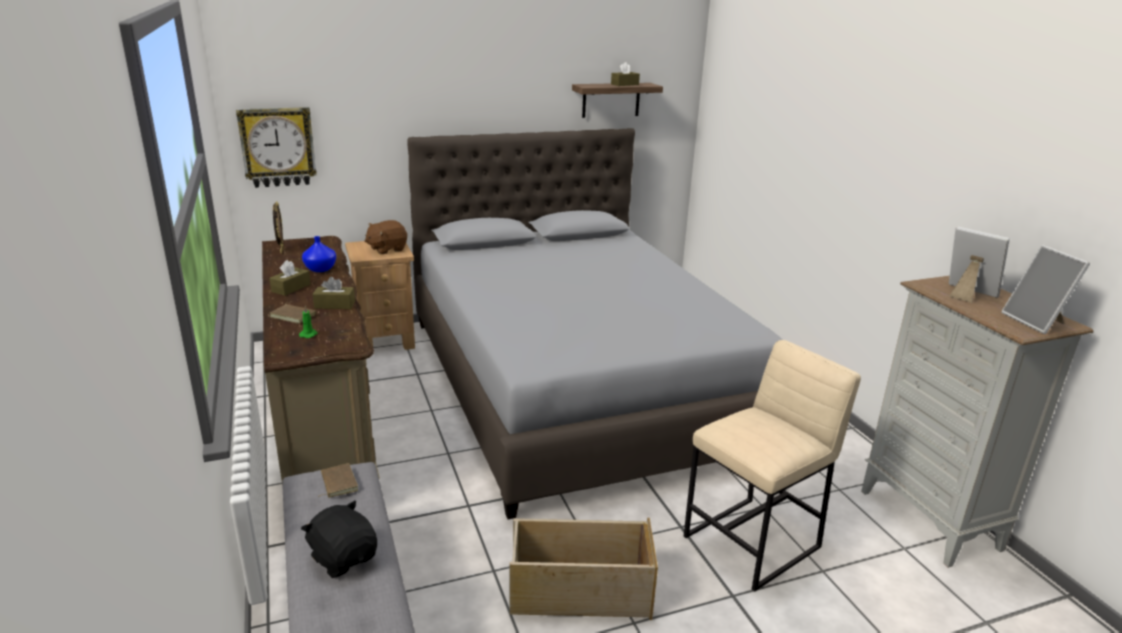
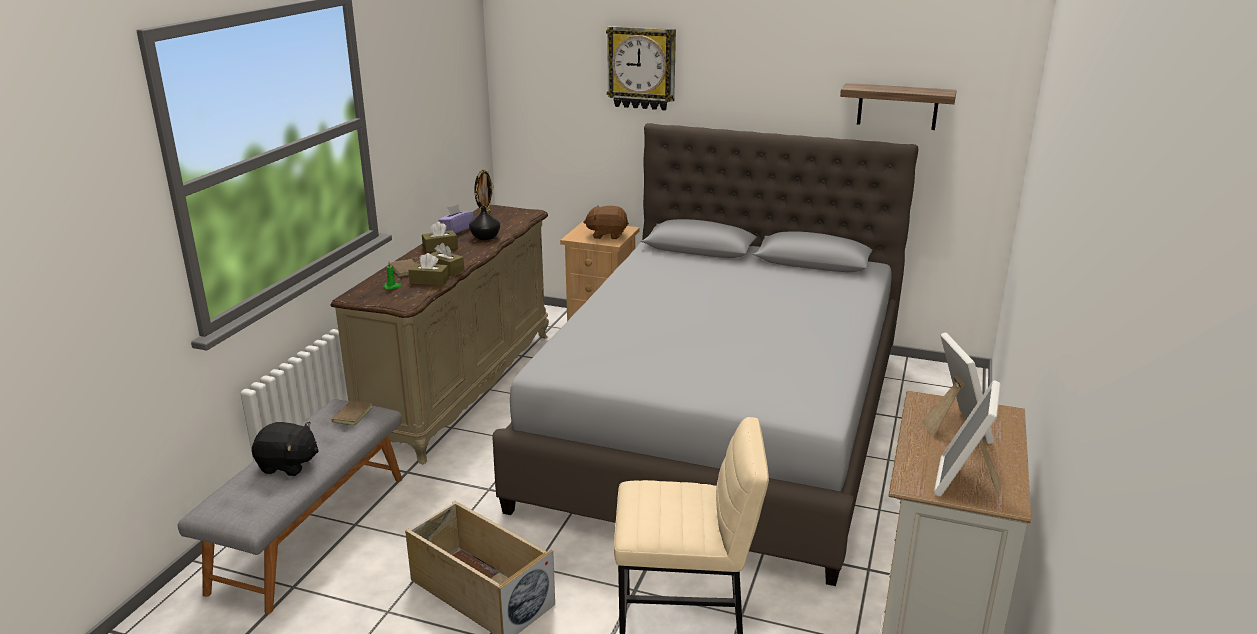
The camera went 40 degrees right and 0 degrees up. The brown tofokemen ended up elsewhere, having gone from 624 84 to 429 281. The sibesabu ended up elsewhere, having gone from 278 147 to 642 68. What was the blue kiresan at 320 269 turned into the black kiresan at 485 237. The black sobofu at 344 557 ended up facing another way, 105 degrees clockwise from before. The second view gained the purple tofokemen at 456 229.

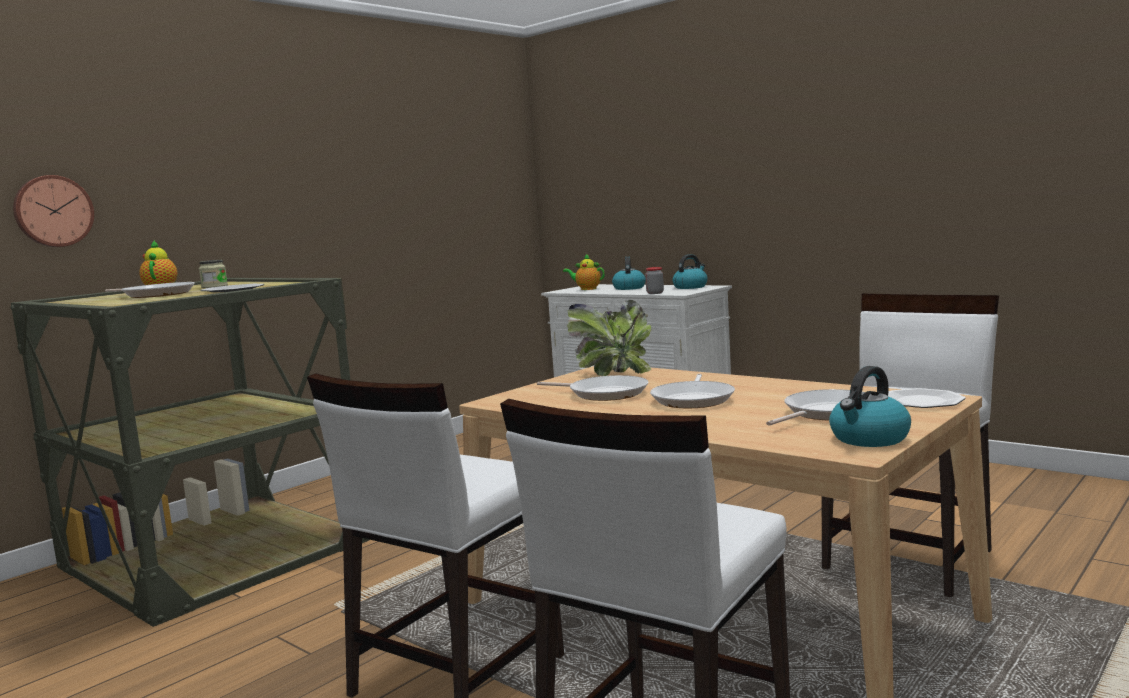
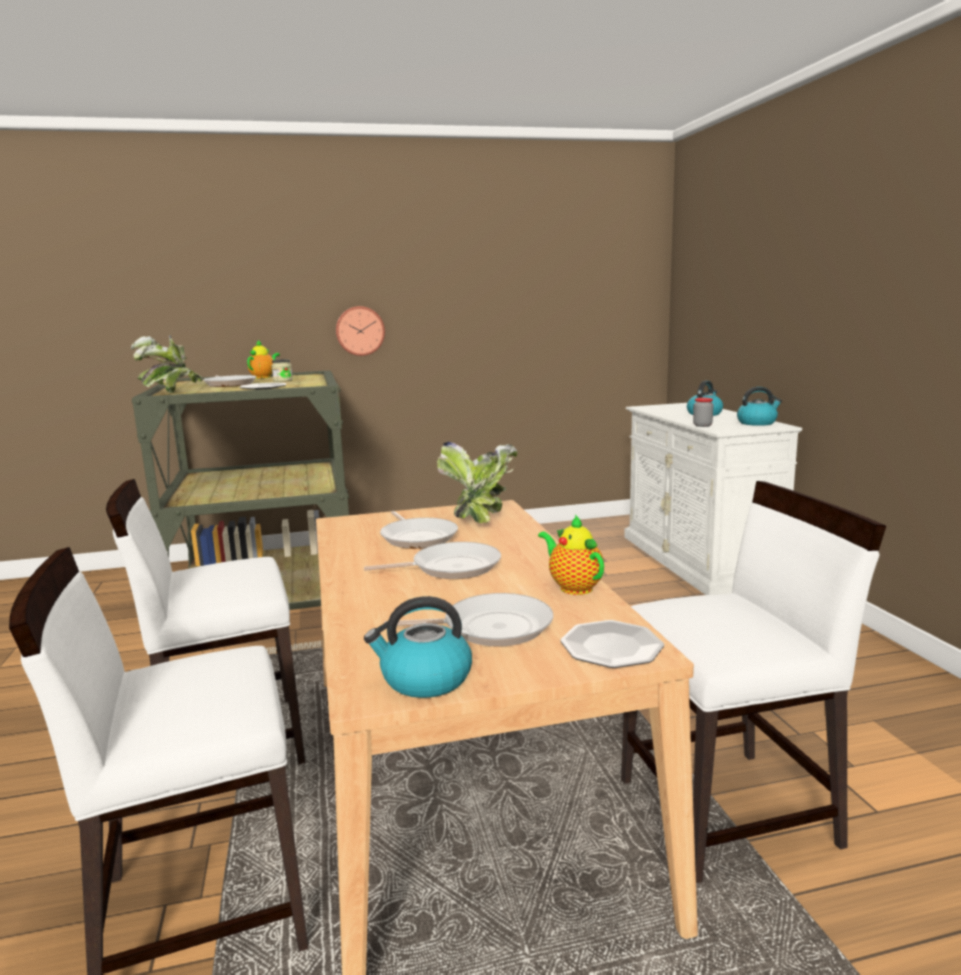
The camera went 35 degrees right and 5 degrees up. The sibesabu ended up elsewhere, having gone from 53 211 to 360 331. The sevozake ended up elsewhere, having gone from 586 289 to 573 587. The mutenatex at 693 399 ended up facing another way, 150 degrees counterclockwise from before. The second view gained the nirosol at 170 392.

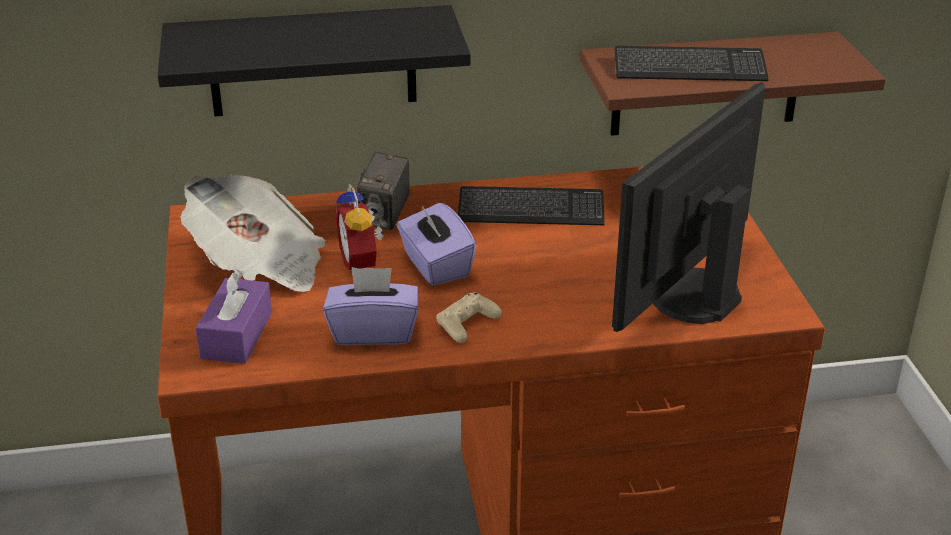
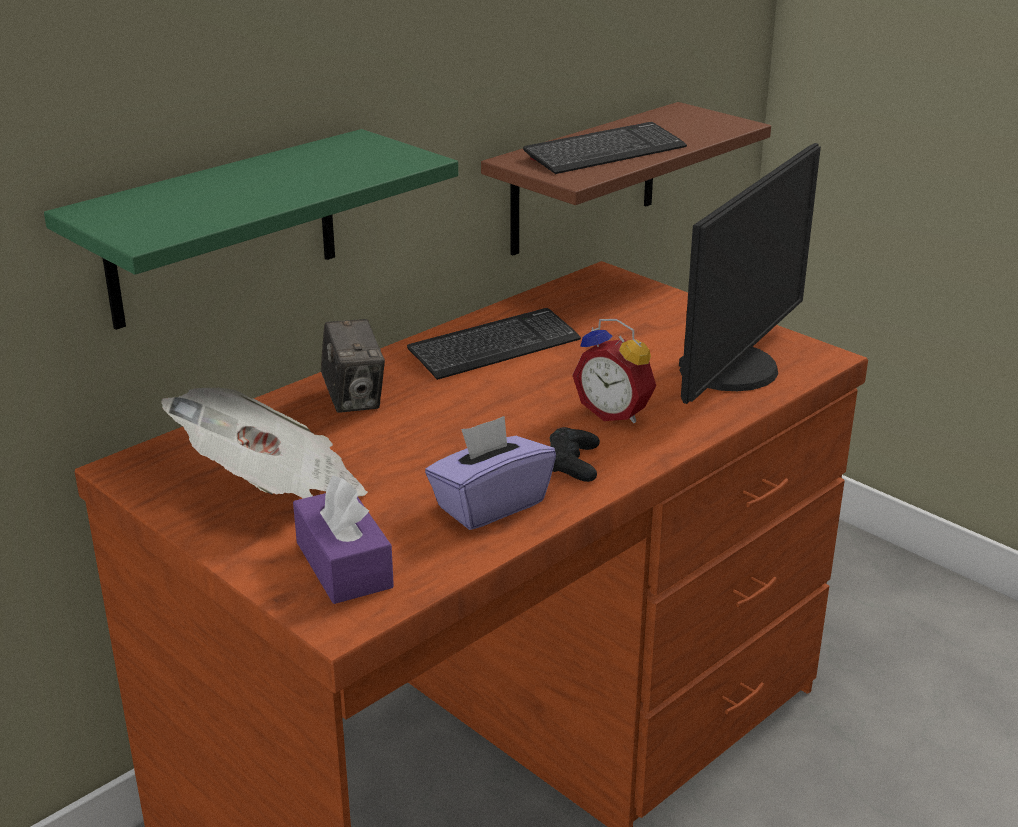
The camera went 35 degrees left and 5 degrees down. What was the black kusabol at 312 61 turned into the green kusabol at 223 229. The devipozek at 690 295 ended up facing another way, 150 degrees counterclockwise from before. The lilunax ended up elsewhere, having gone from 362 262 to 615 413. The second view lost the purple tofokemen at 435 265. What was the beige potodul at 467 324 turned into the black potodul at 572 463.

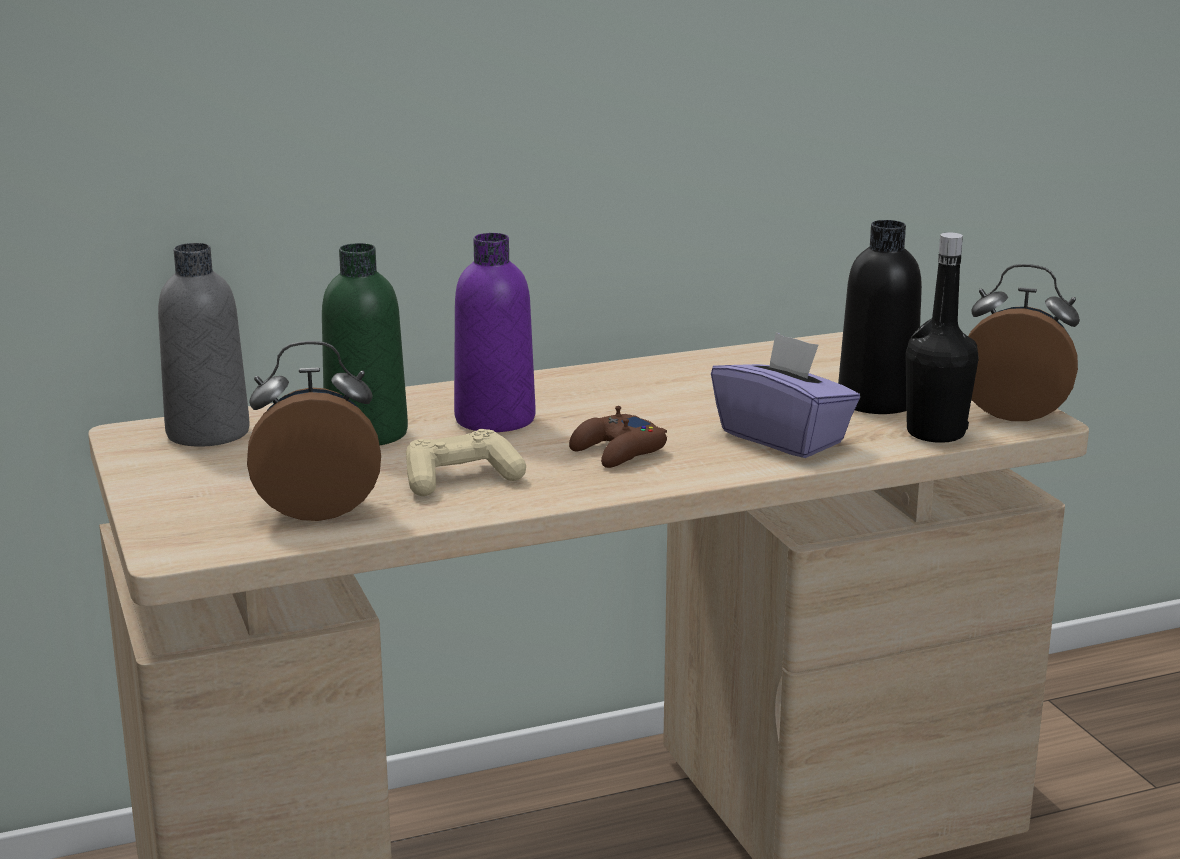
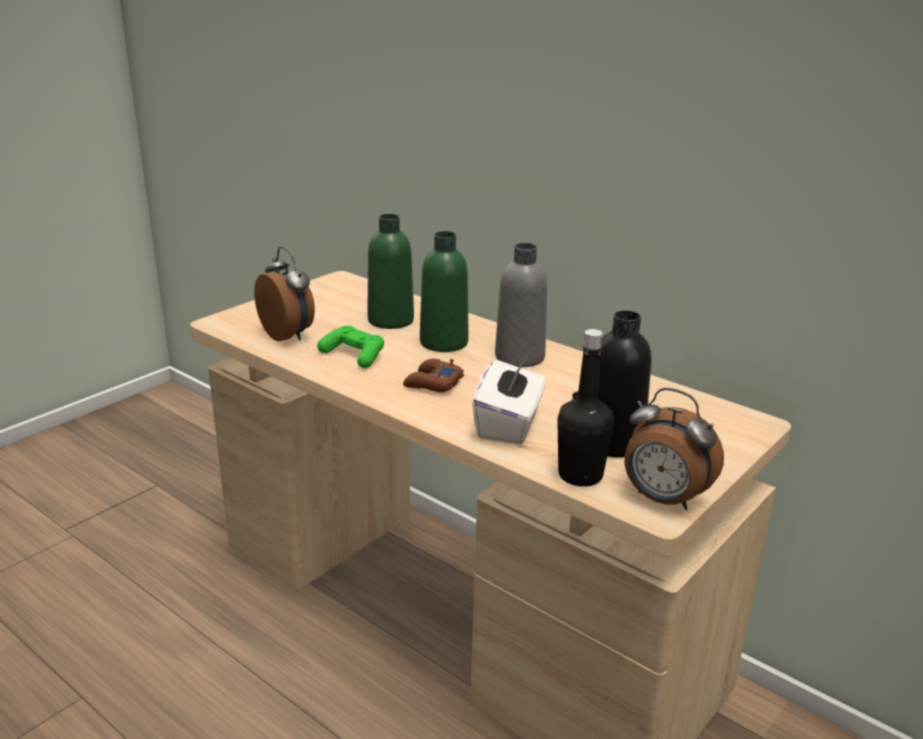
The camera went 60 degrees right and 5 degrees up. What was the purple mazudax at 495 419 turned into the green mazudax at 444 342. The grey mazudax ended up elsewhere, having gone from 208 433 to 519 357. The lilunax at 1015 412 ended up facing another way, 135 degrees clockwise from before. What was the purple tofokemen at 783 438 turned into the white tofokemen at 509 425. What was the beige potodul at 460 479 turned into the green potodul at 353 355.

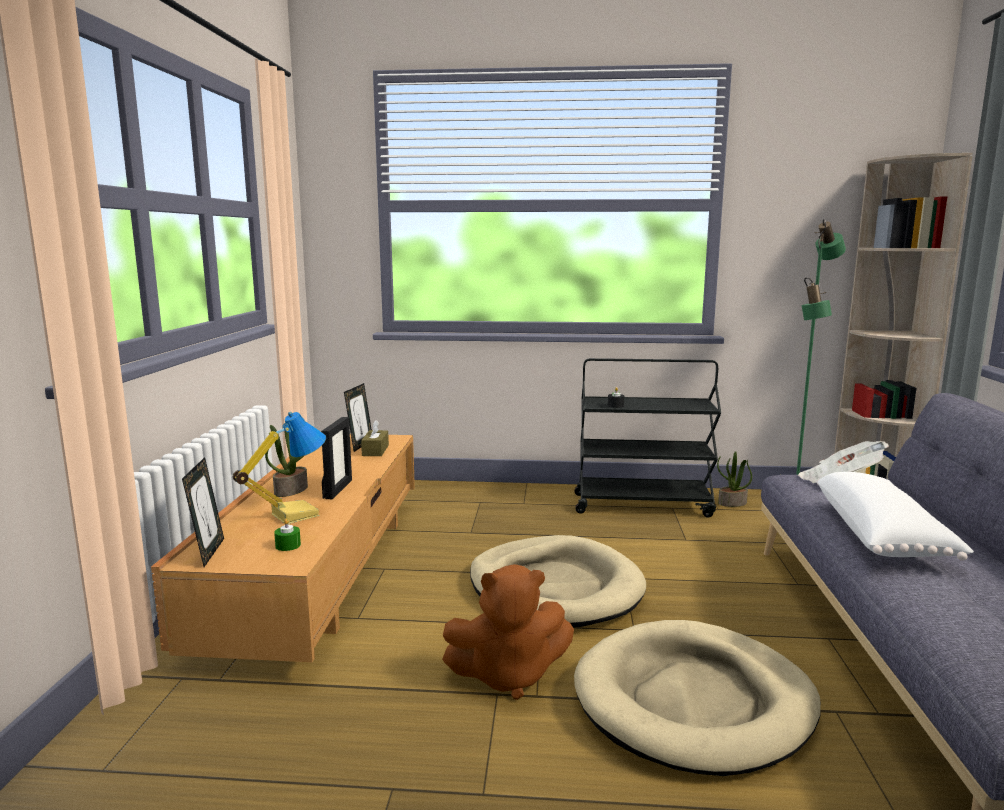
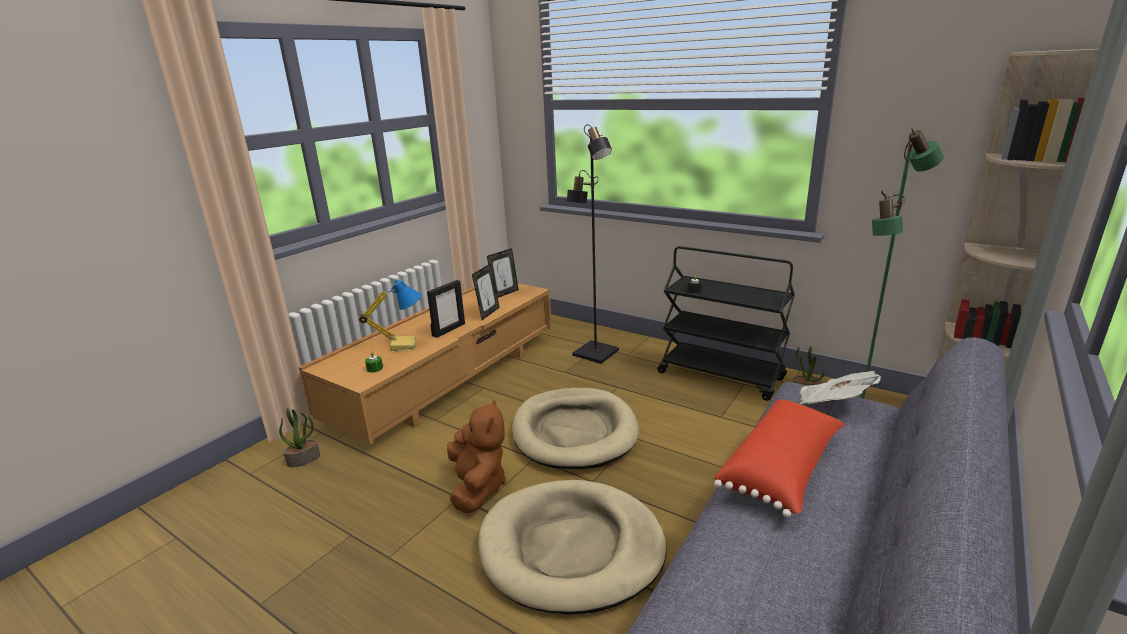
The camera went 30 degrees right and 10 degrees up. The second view lost the brown tofokemen at 375 450. The nirosol ended up elsewhere, having gone from 291 490 to 304 459. The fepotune ended up elsewhere, having gone from 208 552 to 488 313. What was the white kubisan at 881 536 turned into the red kubisan at 782 469. The brown sobofu at 508 675 ended up facing another way, 120 degrees counterclockwise from before. The second view gained the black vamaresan at 595 353.

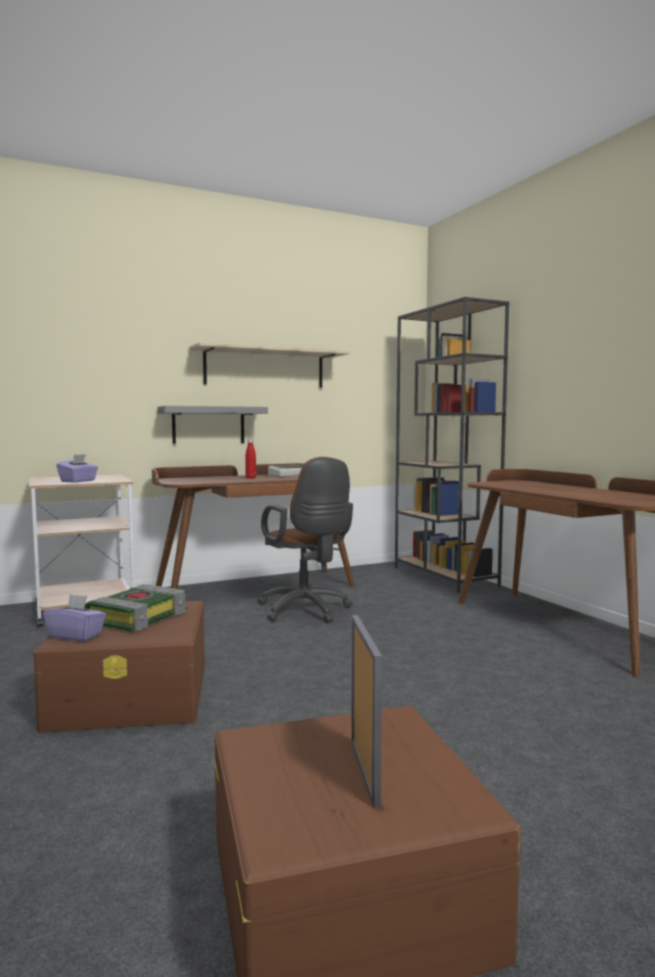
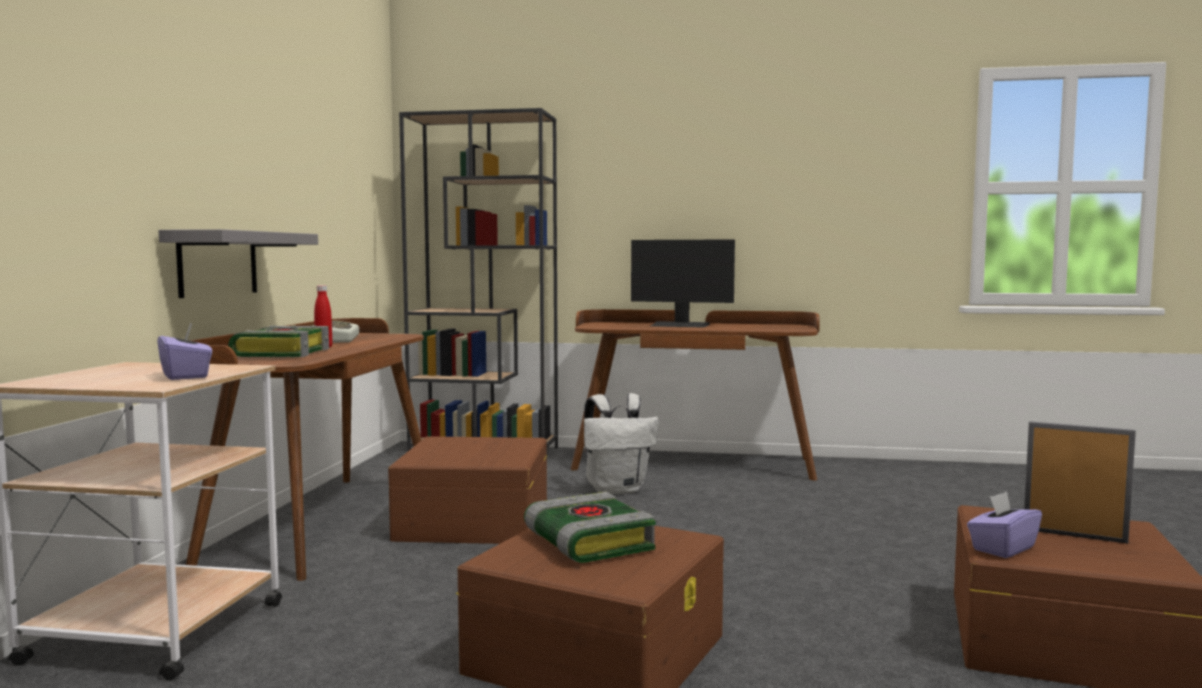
The camera went 55 degrees left and 0 degrees up. The second view lost the kusabol at 265 368. Where the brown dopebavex stood at 306 611, the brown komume came to stand at 473 521. The purple tofokemen ended up elsewhere, having gone from 76 635 to 1002 548. The second view gained the devipozek at 680 325. The second view gained the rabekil at 281 353. The second view gained the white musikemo at 617 489.

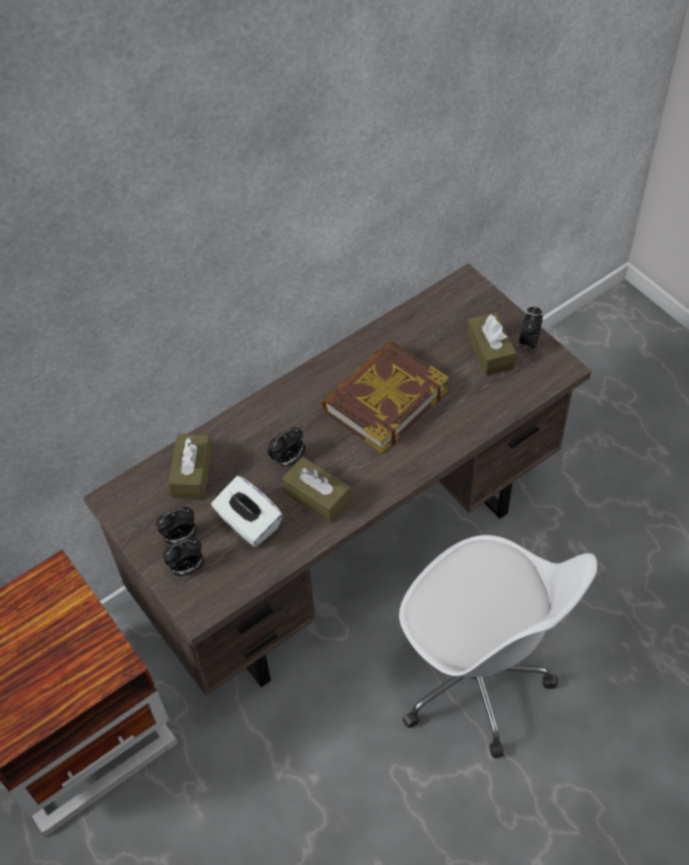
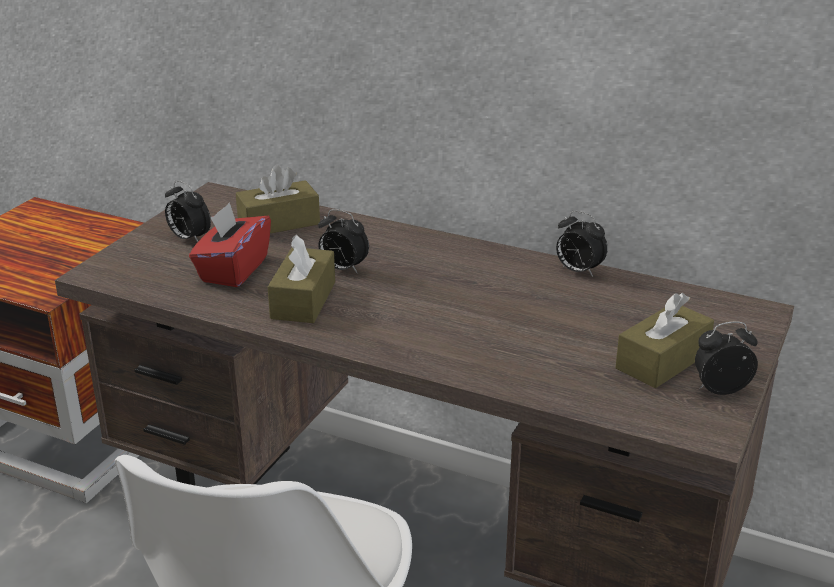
The camera went 60 degrees right and 25 degrees down. The second view lost the rabekil at 384 400. What was the white tofokemen at 248 524 turned into the red tofokemen at 233 270. The lilunax ended up elsewhere, having gone from 187 568 to 578 271.

